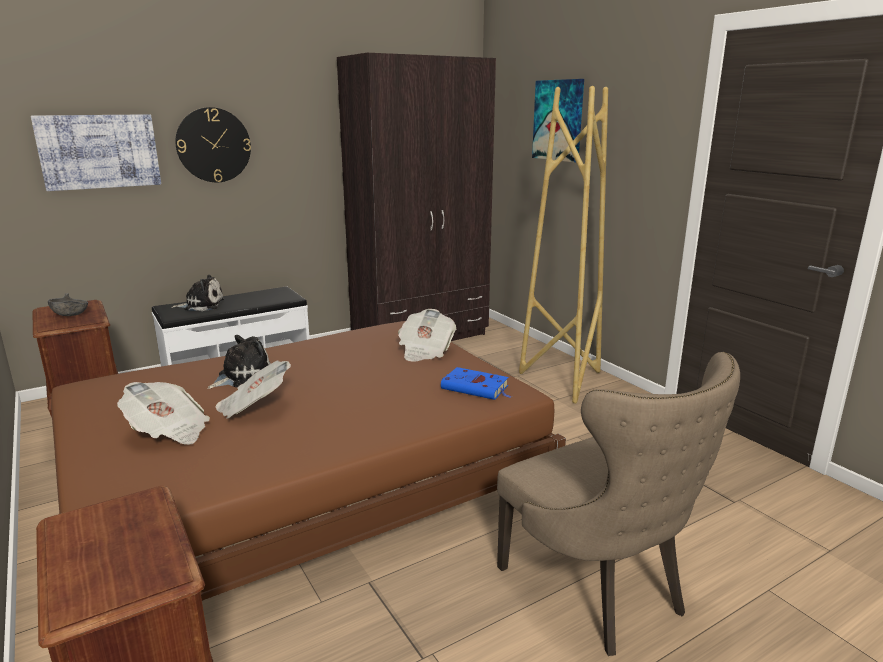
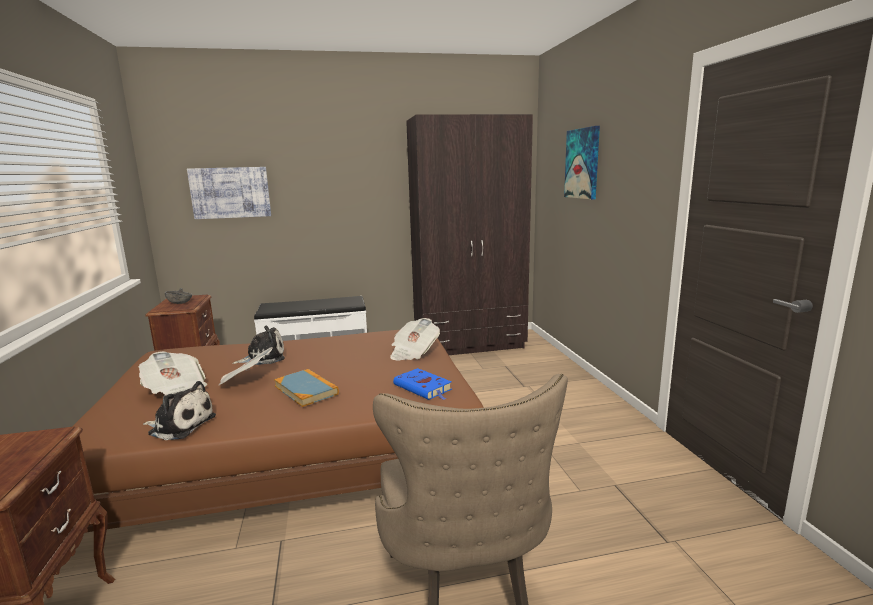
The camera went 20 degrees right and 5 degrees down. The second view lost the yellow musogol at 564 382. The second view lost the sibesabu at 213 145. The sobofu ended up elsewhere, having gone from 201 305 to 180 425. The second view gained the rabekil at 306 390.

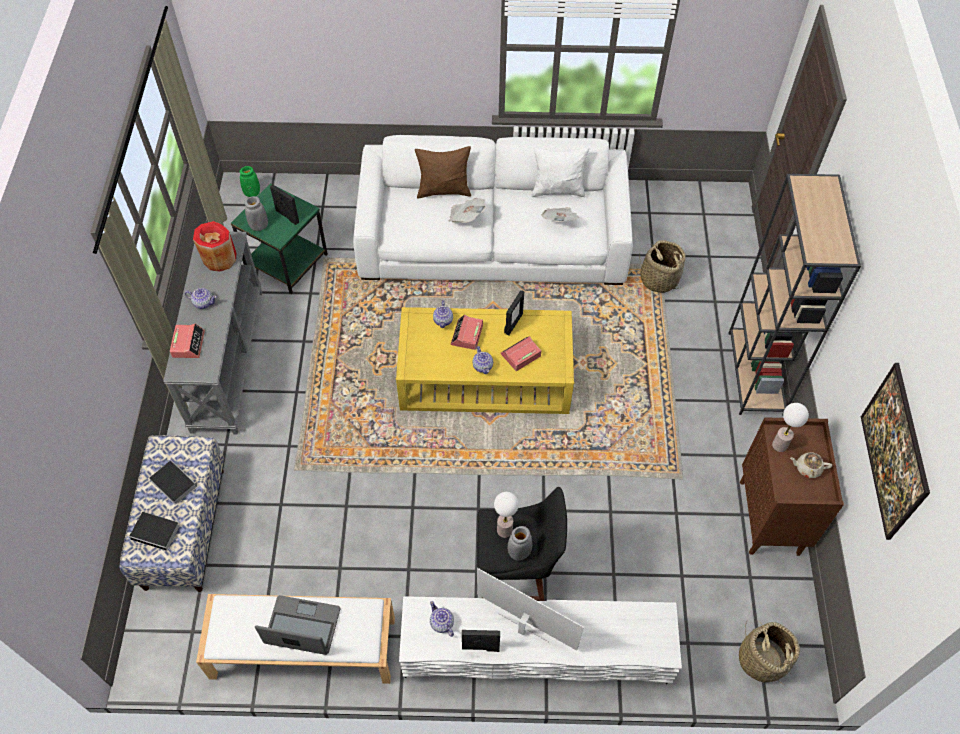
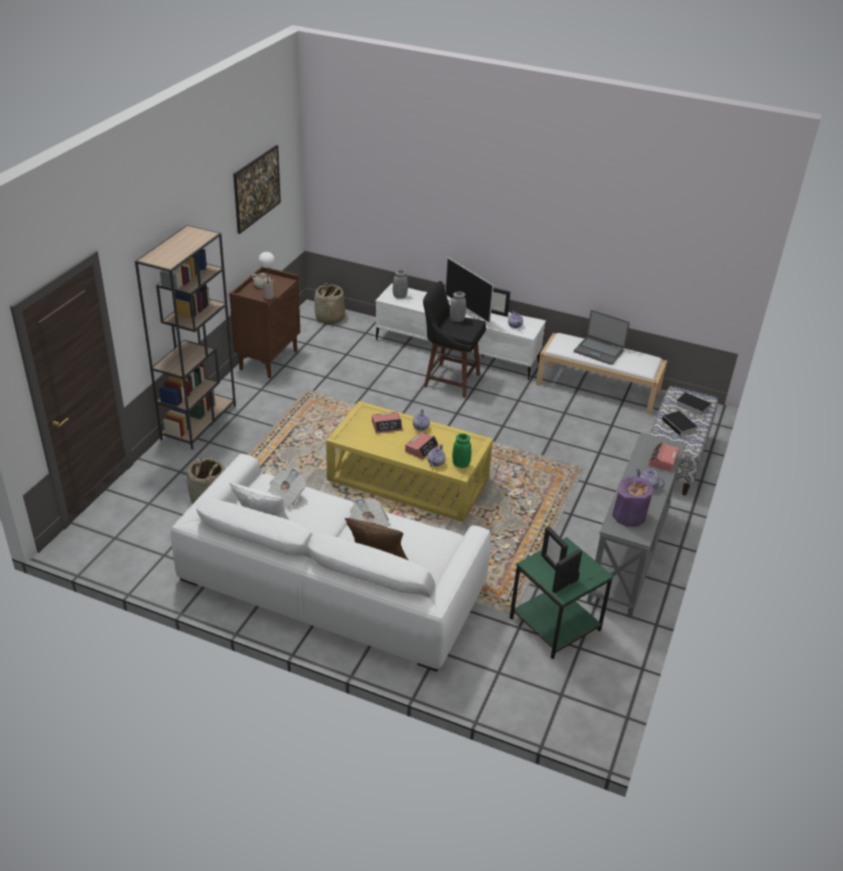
The camera went 160 degrees left and 20 degrees down. The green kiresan ended up elsewhere, having gone from 252 193 to 460 464. The grey kiresan ended up elsewhere, having gone from 259 226 to 400 296. What was the red kiresan at 219 258 turned into the purple kiresan at 629 515. The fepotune ended up elsewhere, having gone from 513 323 to 565 585. The second view lost the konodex at 504 530.

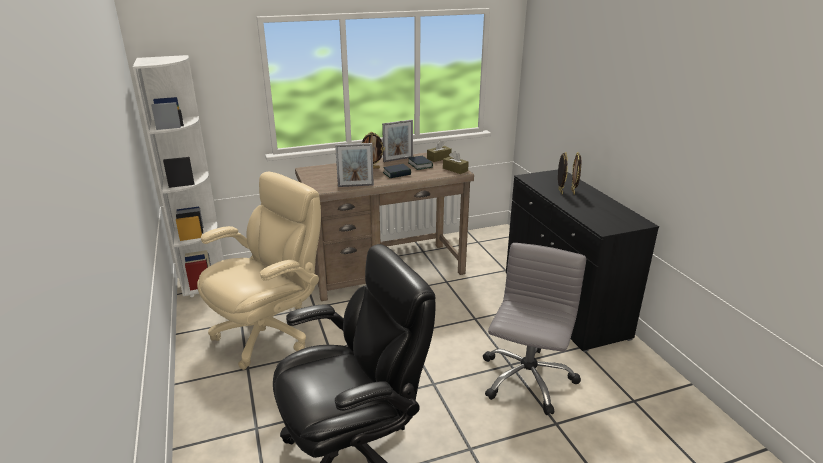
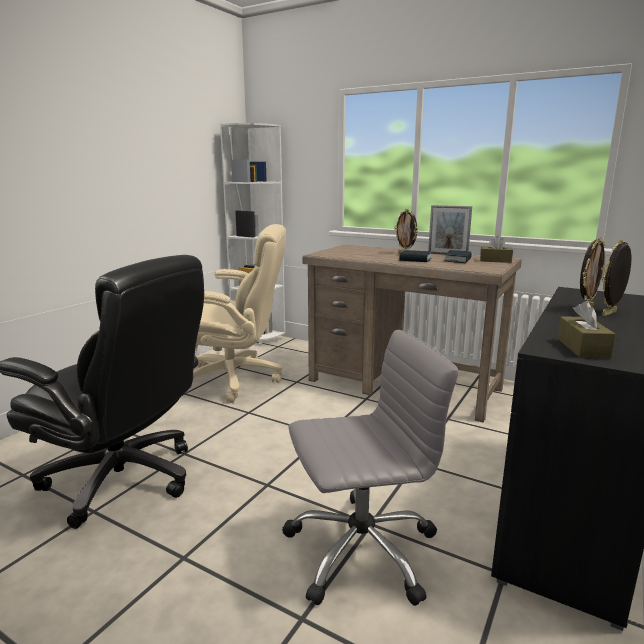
The camera went 50 degrees right and 10 degrees down. The second view lost the fepotune at 355 185. The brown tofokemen ended up elsewhere, having gone from 455 169 to 582 348.

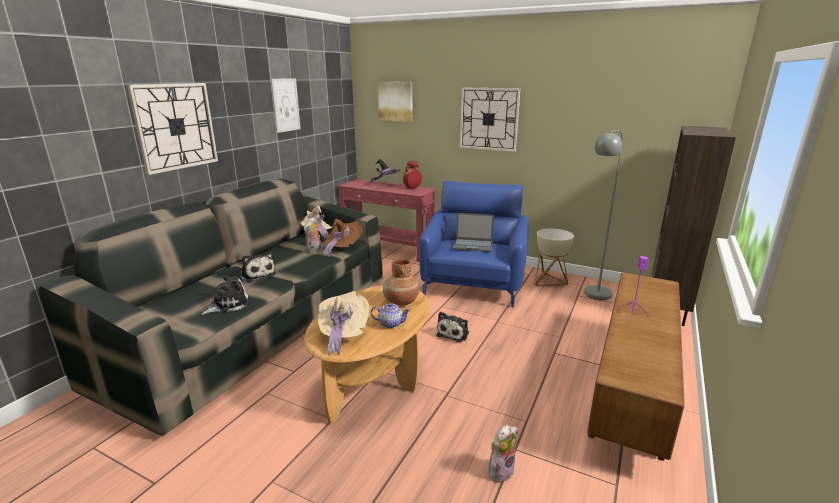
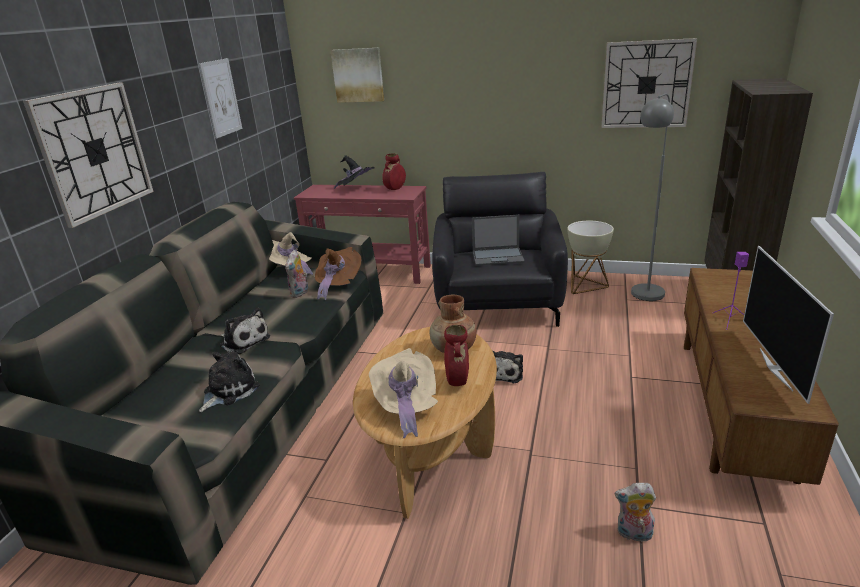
The camera went 10 degrees left and 5 degrees up. The sibesabu ended up elsewhere, having gone from 489 119 to 646 84. What was the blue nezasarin at 473 284 turned into the black nezasarin at 498 303. Where the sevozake stood at 390 324, the red kiresan came to stand at 457 381. The sobofu at 500 470 ended up facing another way, 120 degrees counterclockwise from before. The second view gained the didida at 776 368.

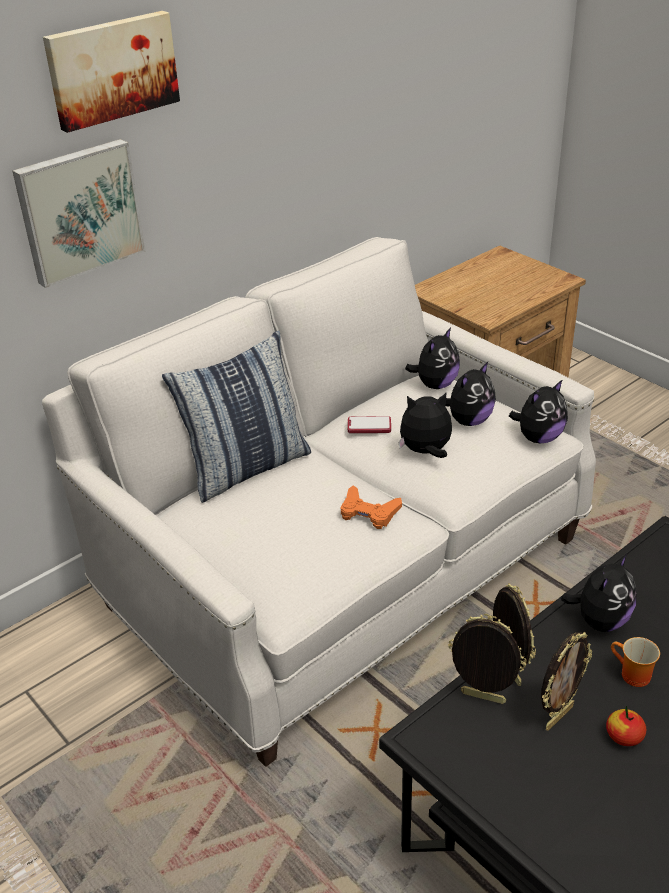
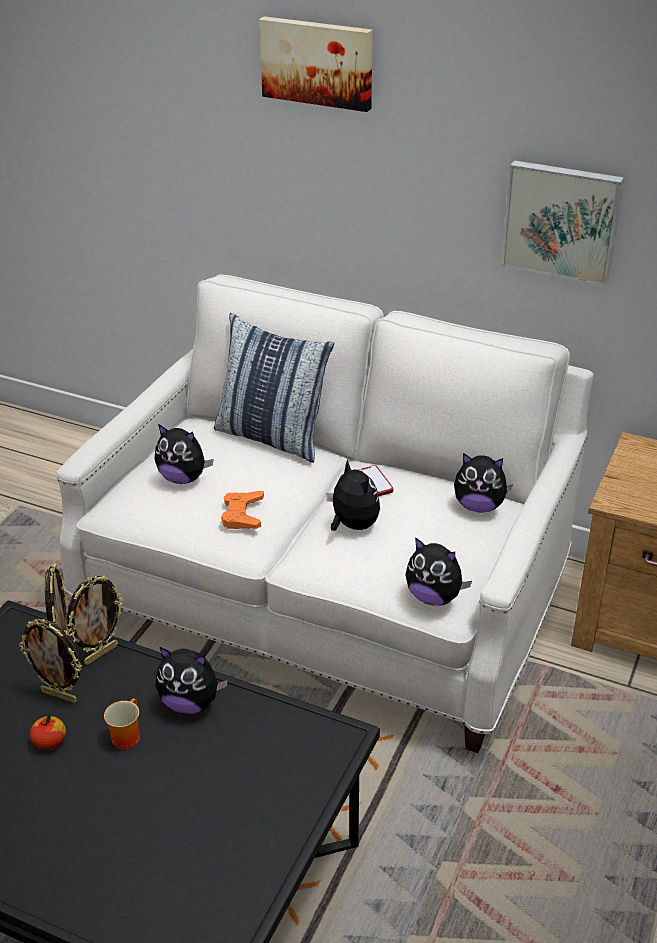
The camera went 65 degrees right and 0 degrees up. The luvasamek ended up elsewhere, having gone from 79 211 to 562 220. The sobofu ended up elsewhere, having gone from 468 420 to 183 478.

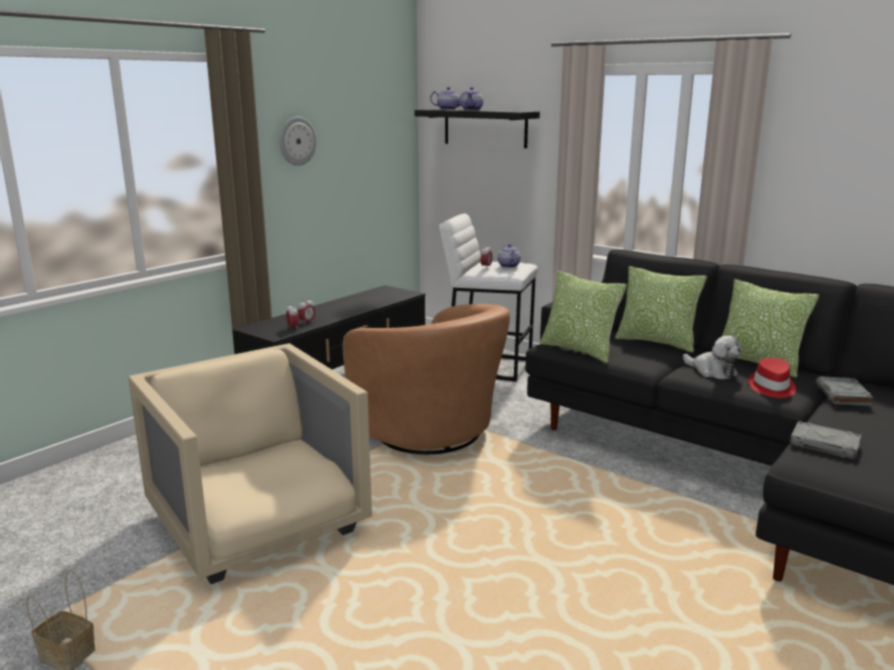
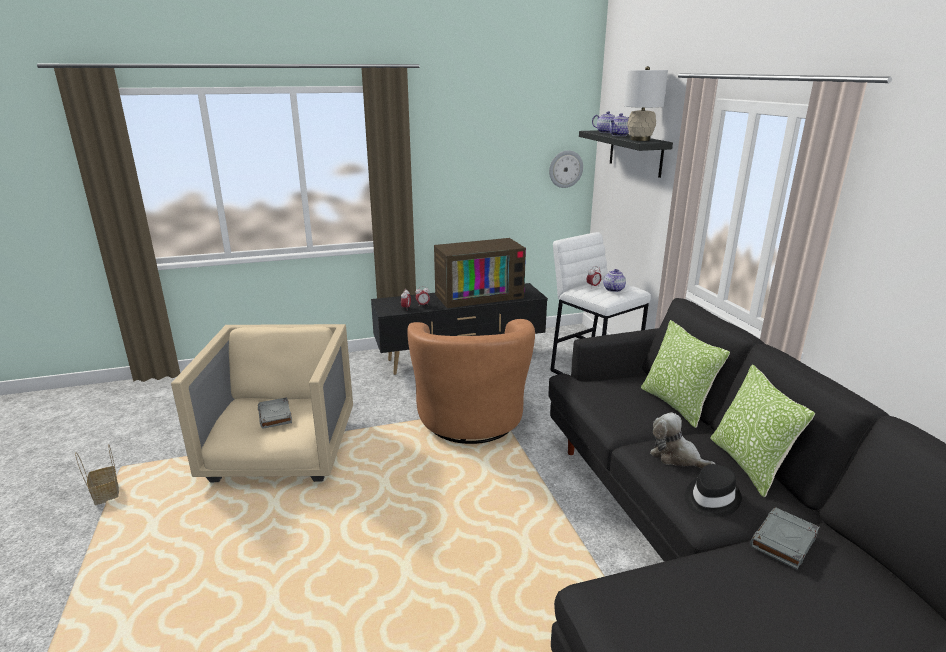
The camera went 35 degrees right and 5 degrees up. The sibesabu ended up elsewhere, having gone from 296 141 to 565 169. The second view lost the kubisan at 579 350. The sobofu at 712 371 ended up facing another way, 135 degrees clockwise from before. What was the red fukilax at 771 387 turned into the black fukilax at 710 498. The grey rabekil ended up elsewhere, having gone from 825 445 to 275 416. The second view gained the white konodex at 640 139. The second view gained the didida at 479 295.

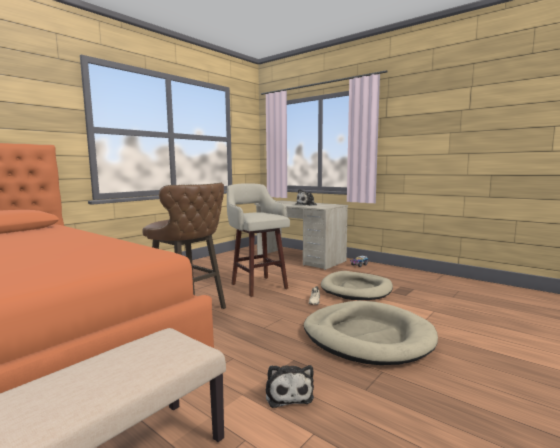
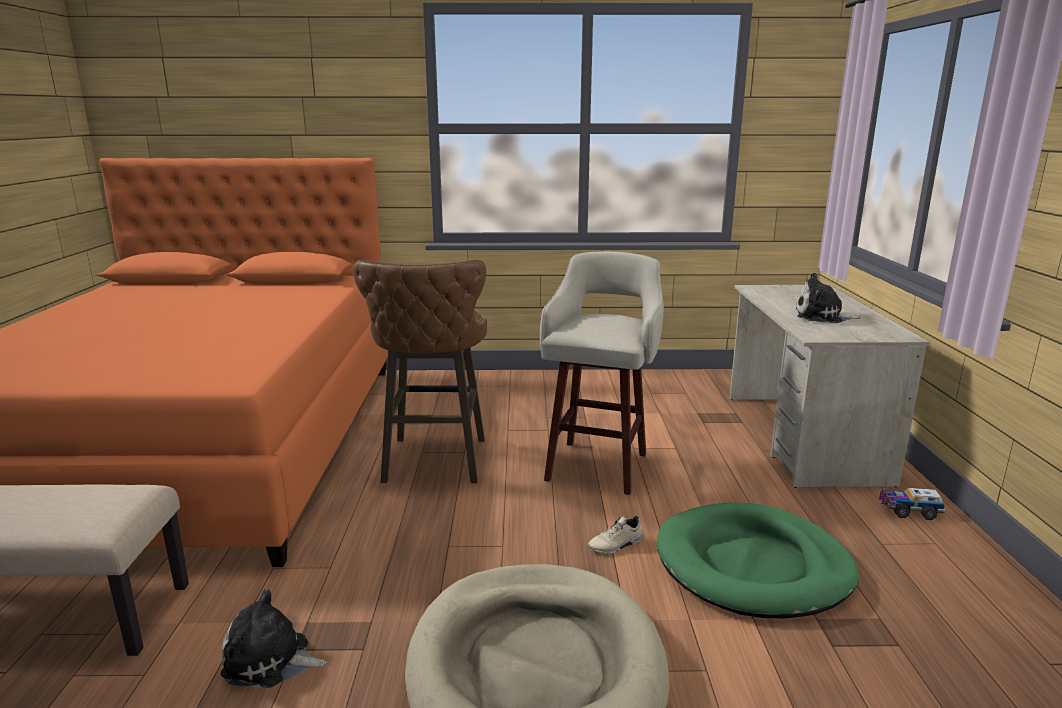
The camera went 50 degrees right and 10 degrees up. What was the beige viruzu at 356 289 turned into the green viruzu at 753 566. The sobofu at 288 393 ended up facing another way, 60 degrees clockwise from before.

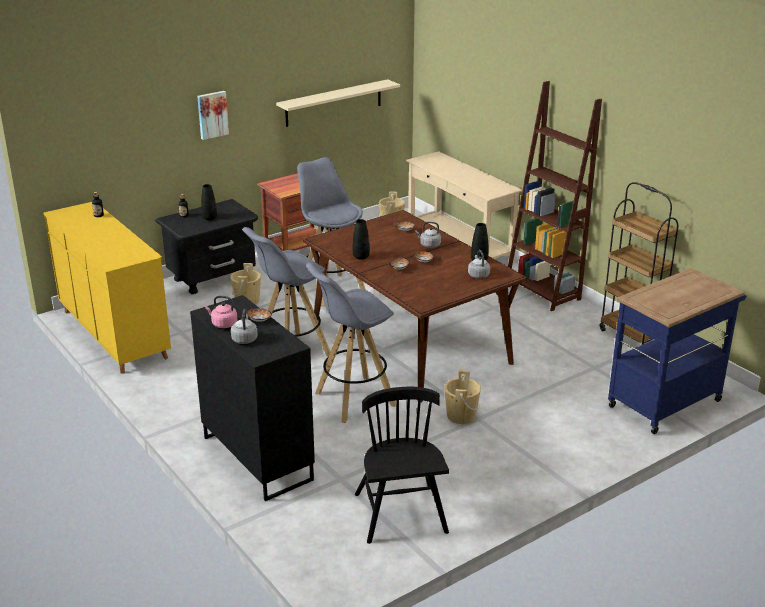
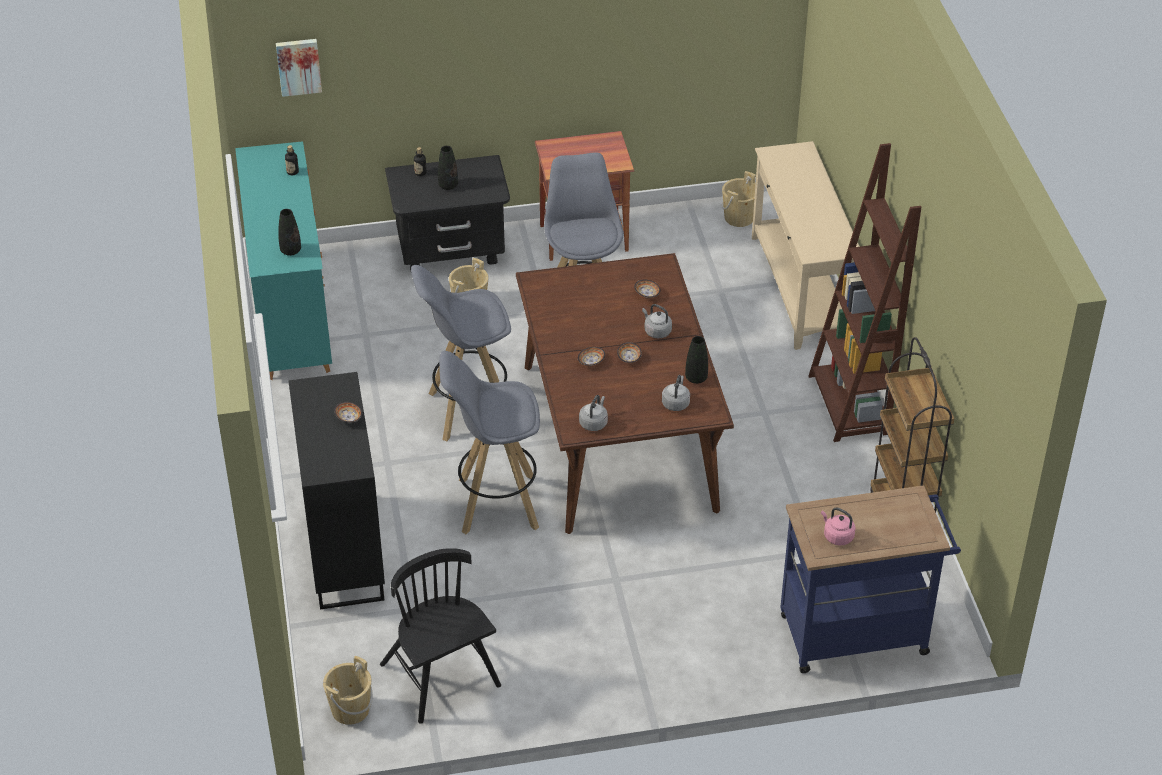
The camera went 25 degrees right and 15 degrees up. The second view lost the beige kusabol at 334 103. The luvasamek ended up elsewhere, having gone from 212 114 to 298 66. What was the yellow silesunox at 114 334 turned into the turquoise silesunox at 290 314. The black kiresan ended up elsewhere, having gone from 361 257 to 290 251. The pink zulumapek ended up elsewhere, having gone from 223 324 to 837 536. The grey zulumapek ended up elsewhere, having gone from 244 339 to 594 423. The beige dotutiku ended up elsewhere, having gone from 461 416 to 350 709. The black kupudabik at 402 516 ended up facing another way, 45 degrees counterclockwise from before.

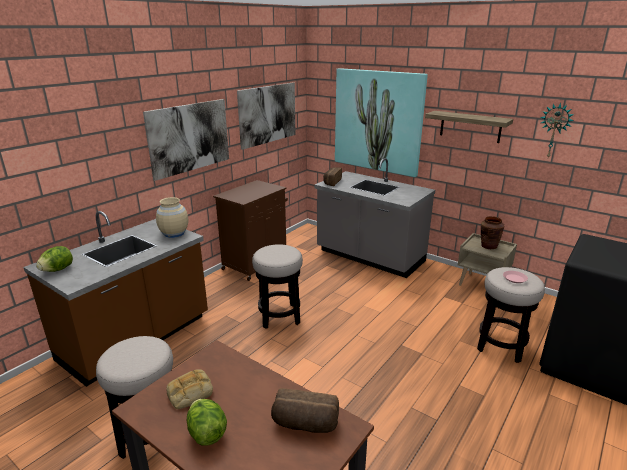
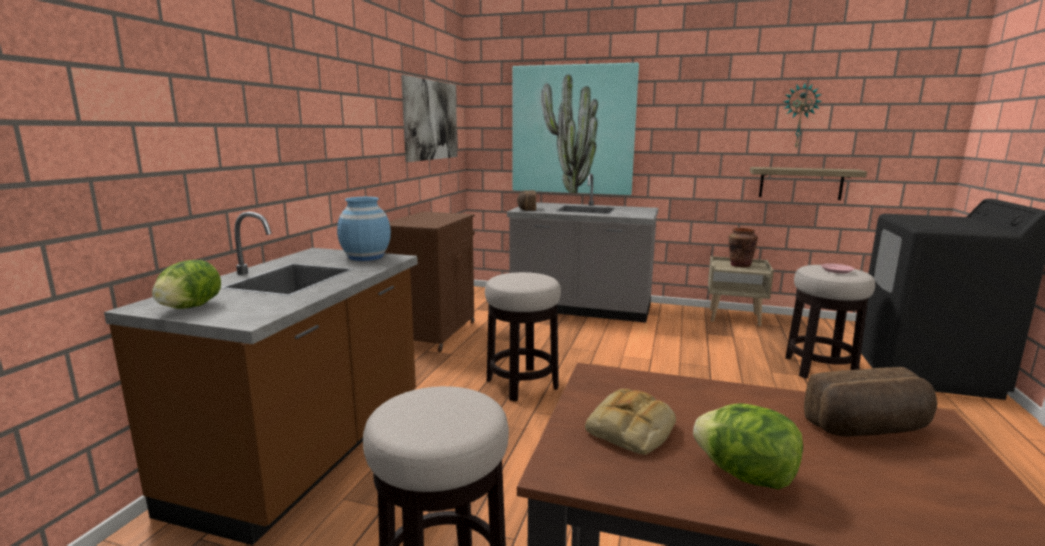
The camera went 20 degrees left and 10 degrees down. The second view lost the luvasamek at 189 137. The kusabol ended up elsewhere, having gone from 470 126 to 800 183. What was the beige kiresan at 174 233 turned into the blue kiresan at 365 257.

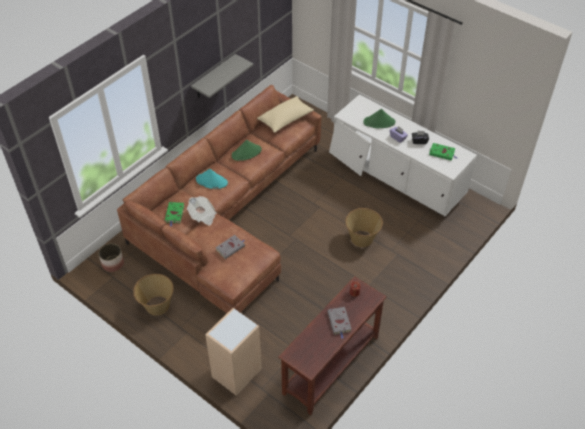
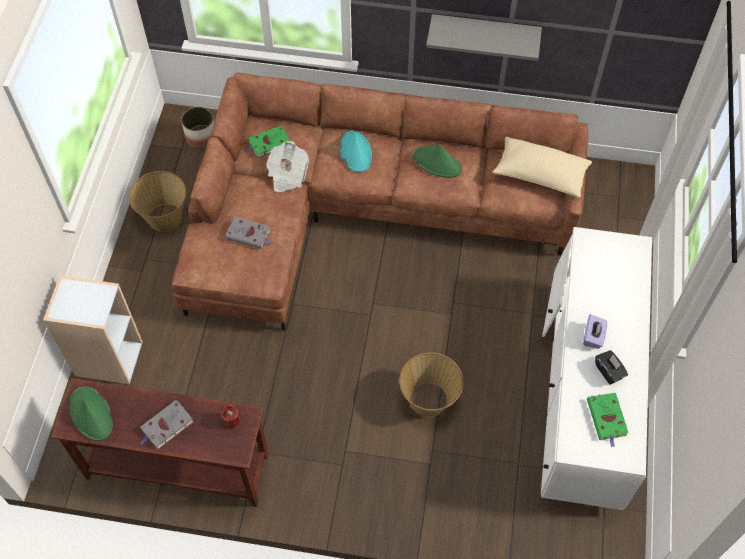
The camera went 60 degrees right and 10 degrees up. The green fukilax ended up elsewhere, having gone from 379 122 to 91 414.

